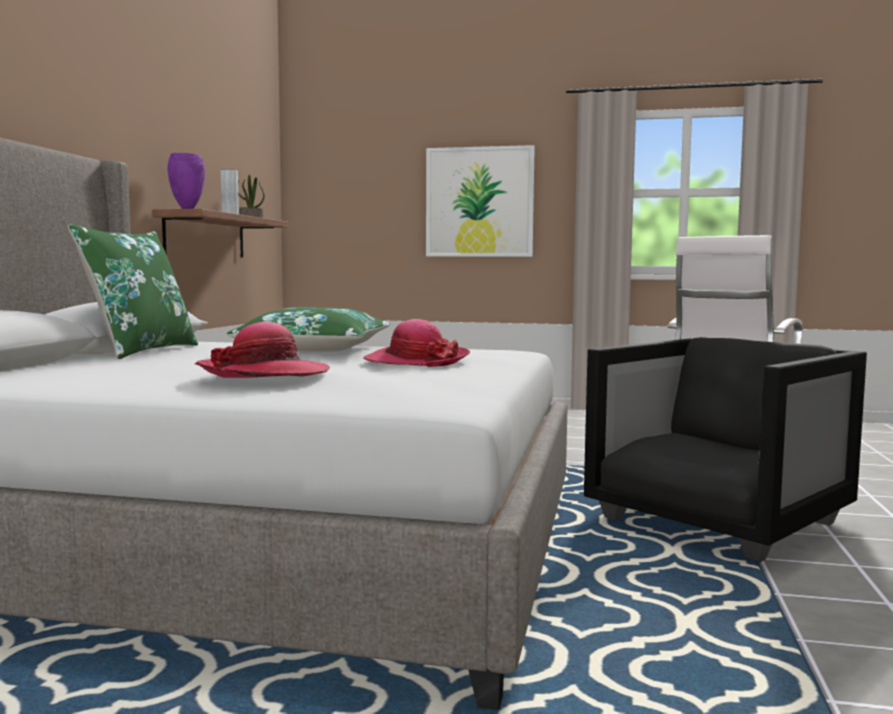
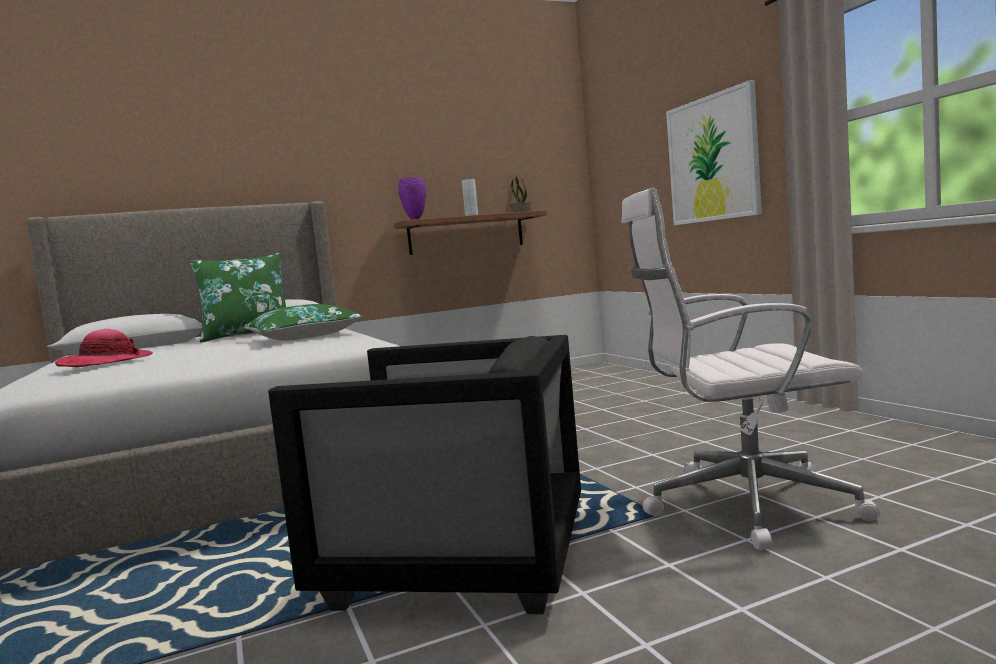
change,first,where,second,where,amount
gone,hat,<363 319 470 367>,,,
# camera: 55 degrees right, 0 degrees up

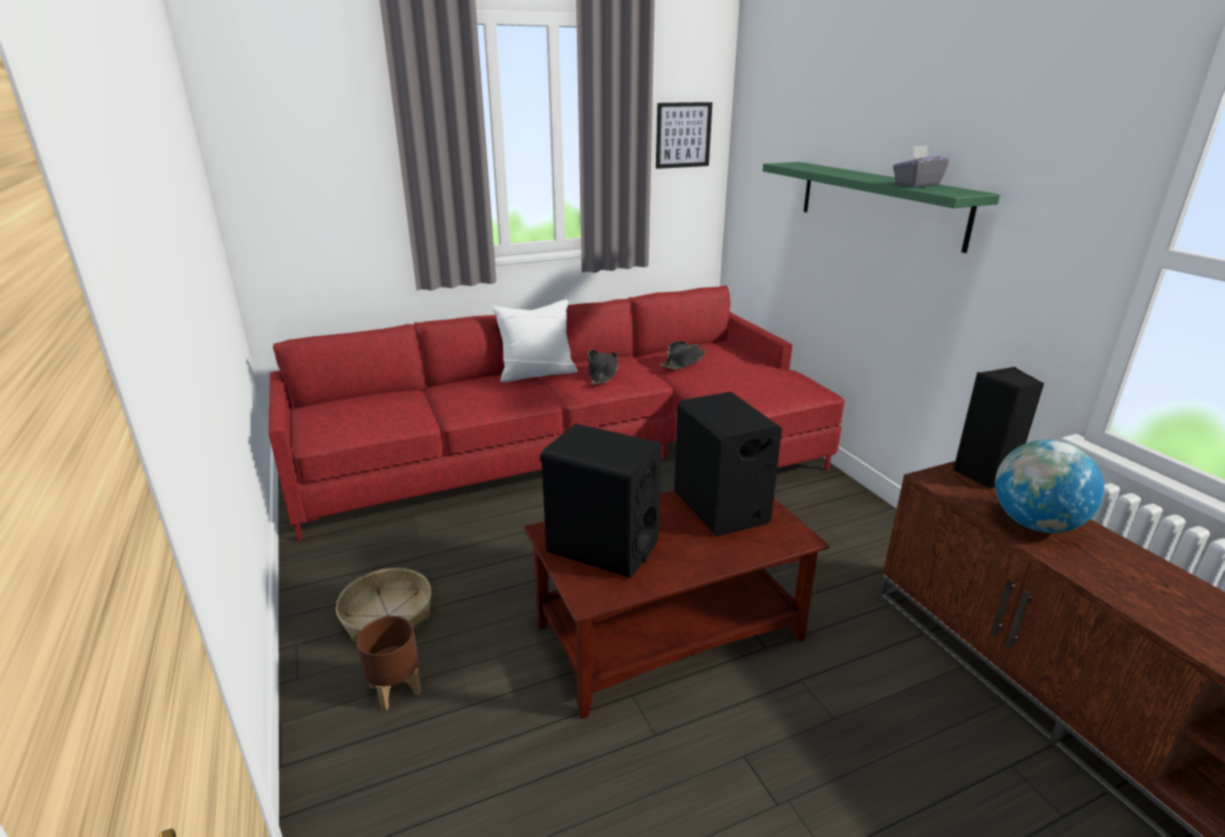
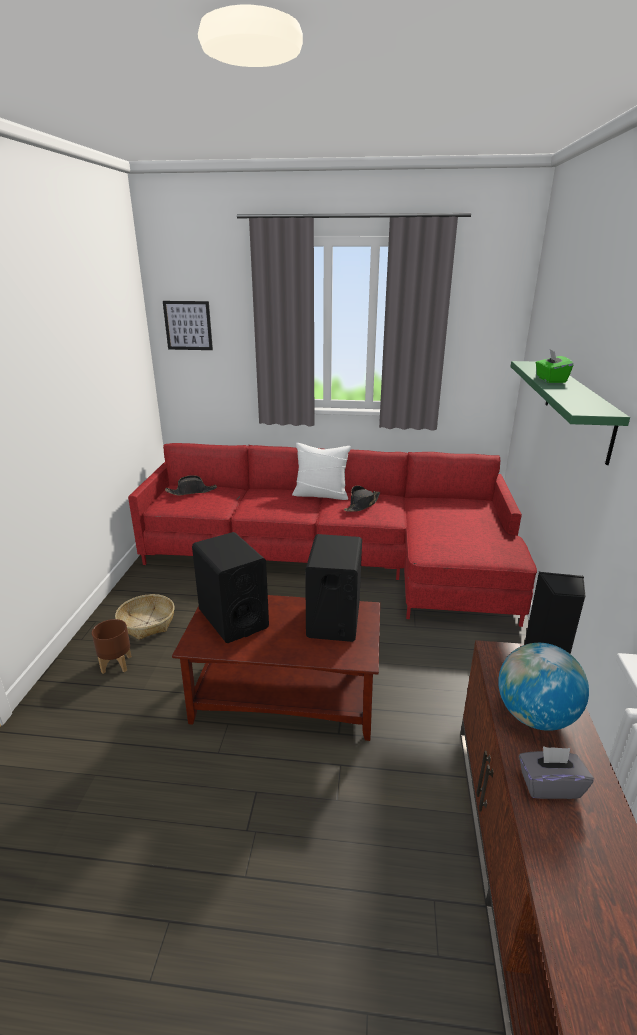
change,first,where,second,where,amount
shifted,picture,<656 102 713 169>,,<163 301 213 350>,
shifted,hat (black),<660 341 706 370>,,<165 475 217 495>,
shifted,tissue box (grey),<893 145 949 187>,,<519 746 594 799>,
new,,,tissue box (green),<536 350 573 383>,
# camera: 30 degrees right, 0 degrees up

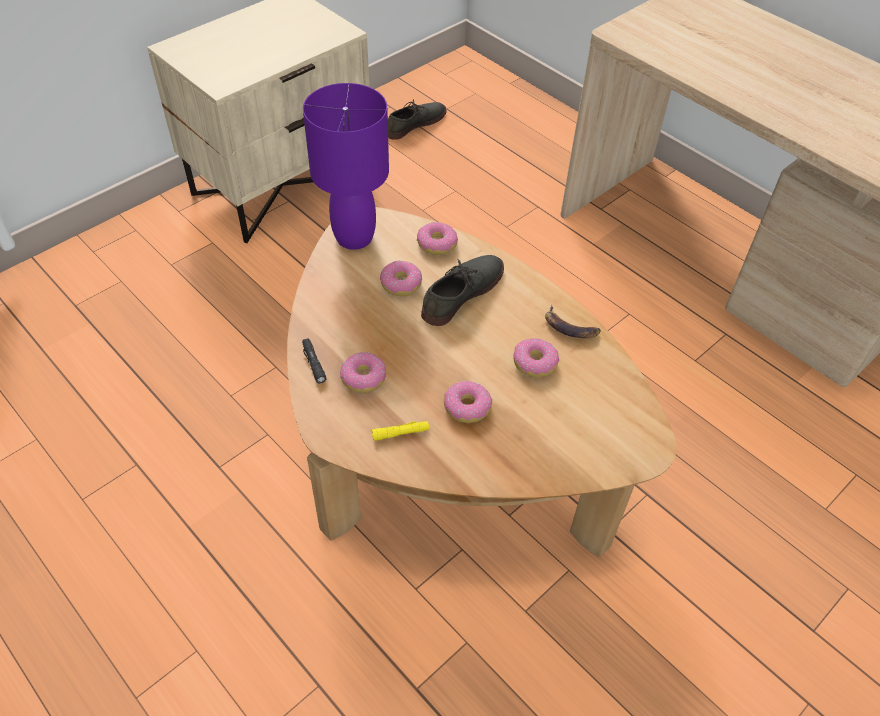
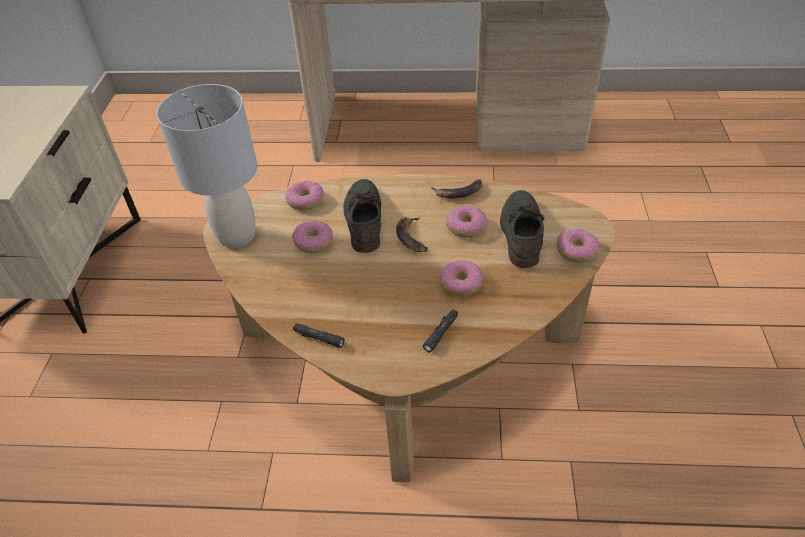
change,first,where,second,where,amount
repainted,table lamp (purple),<303 83 389 250>,table lamp (grey),<157 84 257 248>,
shifted,donut,<340 352 386 393>,,<557 229 600 263>,
repainted,flashlight (yellow),<372 421 429 441>,flashlight (black),<423 310 458 353>,
shifted,shoe (grey),<388 99 446 140>,,<500 190 544 268>,
new,,,banana,<396 217 428 252>,
# camera: 40 degrees left, 5 degrees down

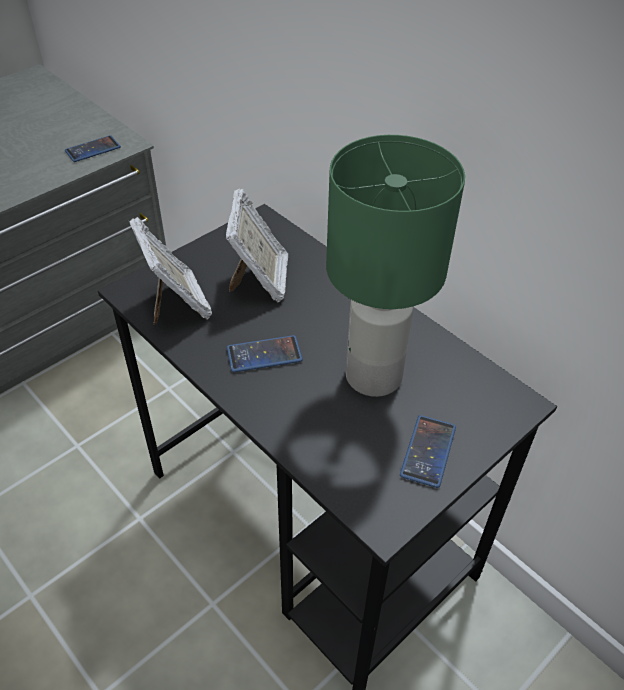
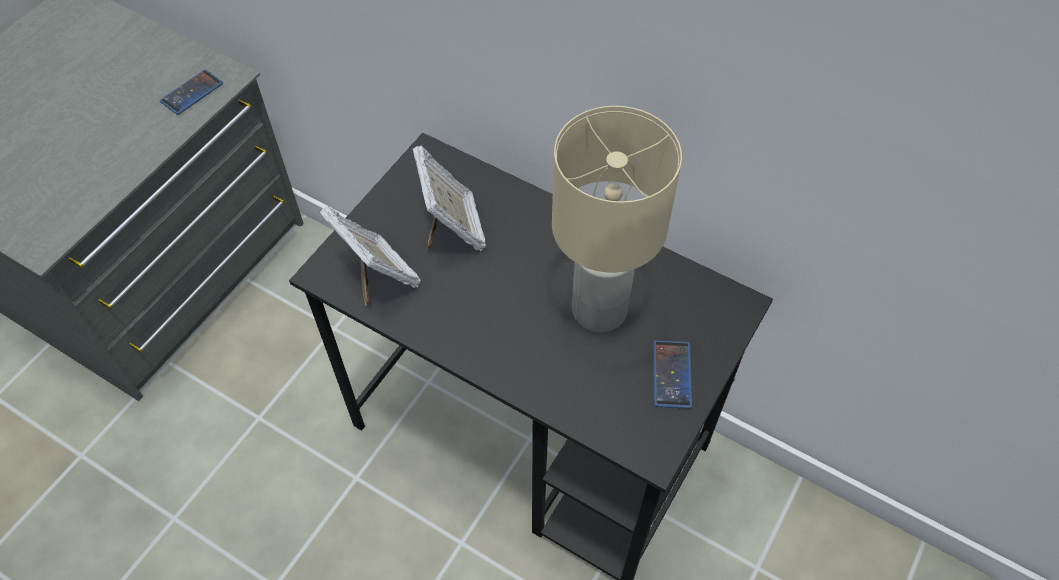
change,first,where,second,where,amount
gone,phone,<227 335 303 372>,,,
repainted,table lamp (green),<326 135 465 397>,table lamp (beige),<552 106 682 332>,
# camera: 15 degrees left, 10 degrees up

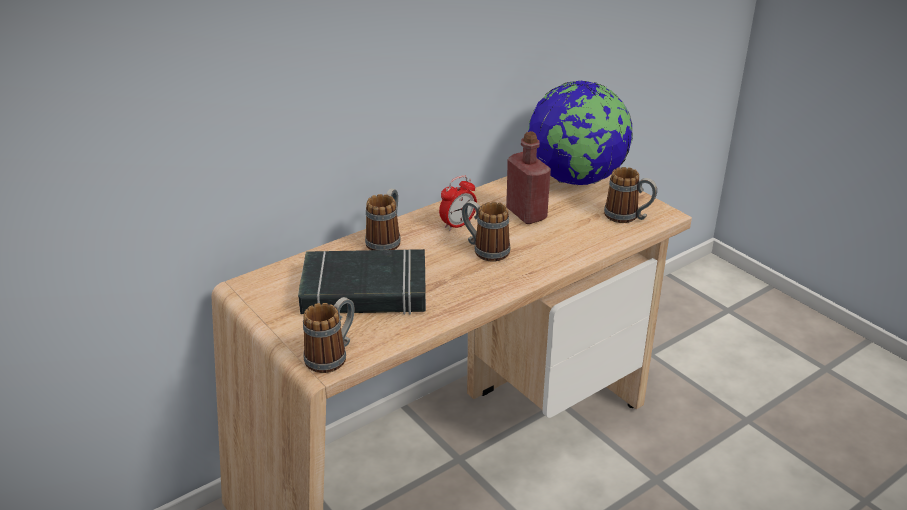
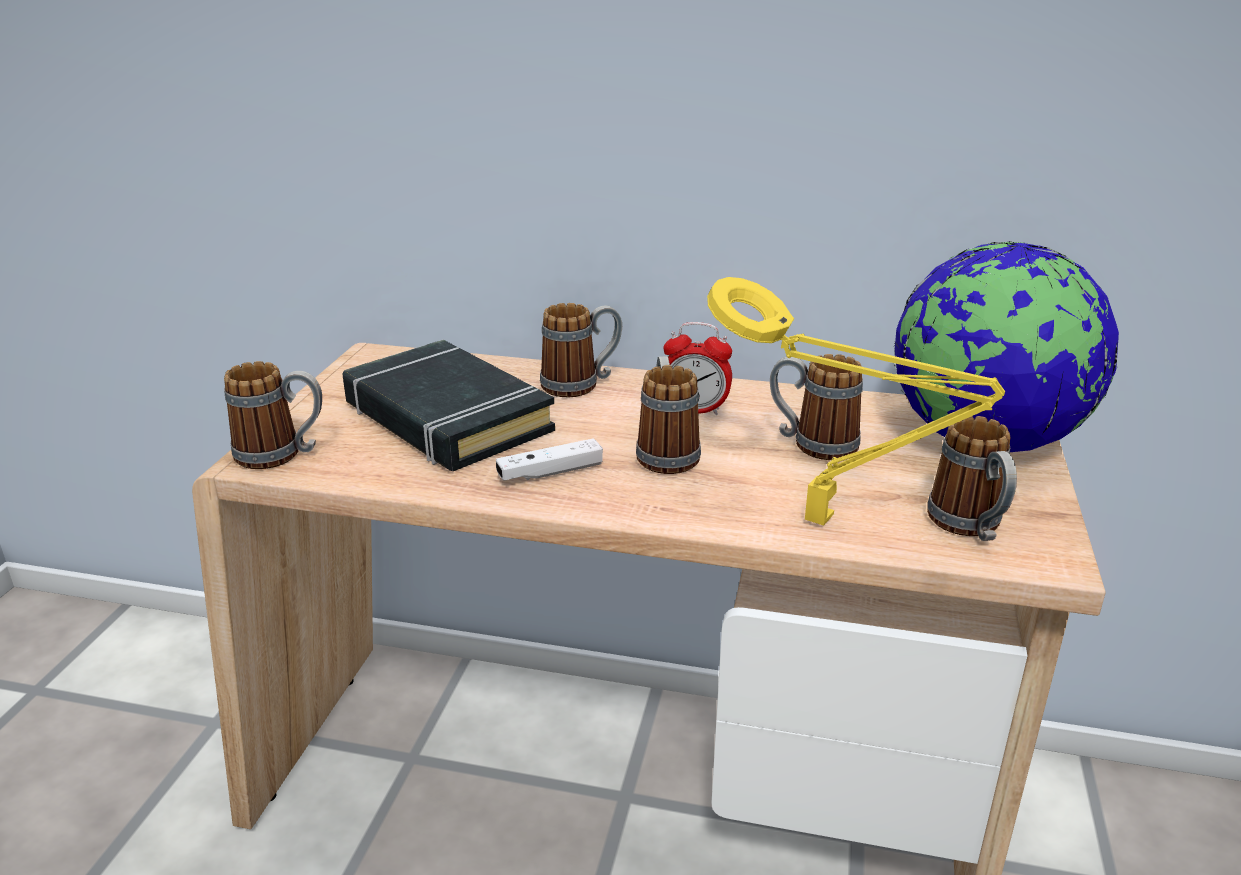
change,first,where,second,where,amount
swapped,bottle (red),<506 131 551 224>,mug,<770 354 863 460>,
new,,,game controller (white),<496 438 603 481>,
new,,,table lamp (yellow),<707 277 1005 526>,
# camera: 50 degrees right, 5 degrees down

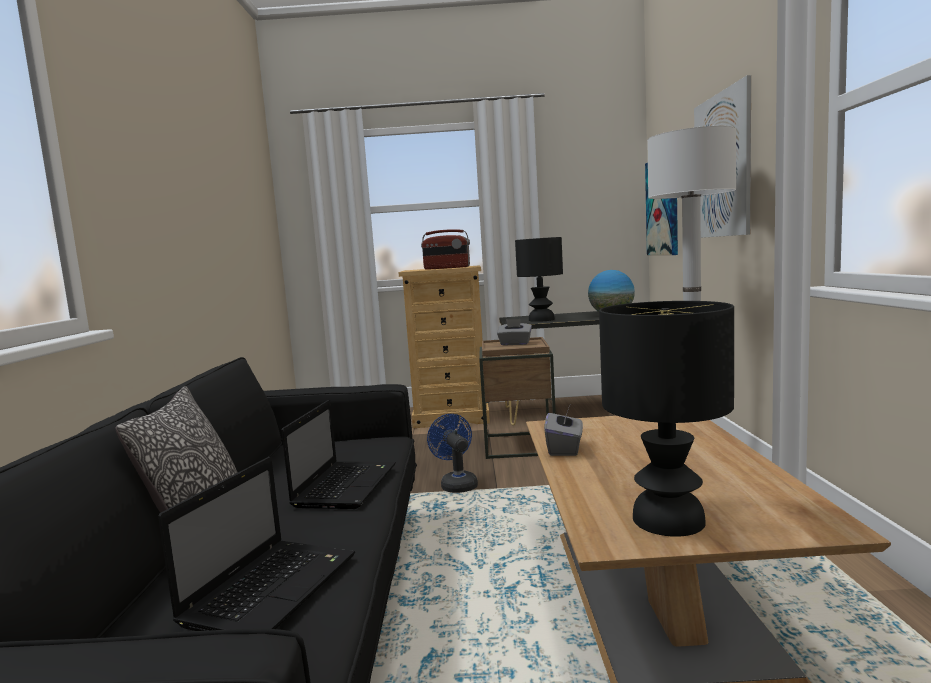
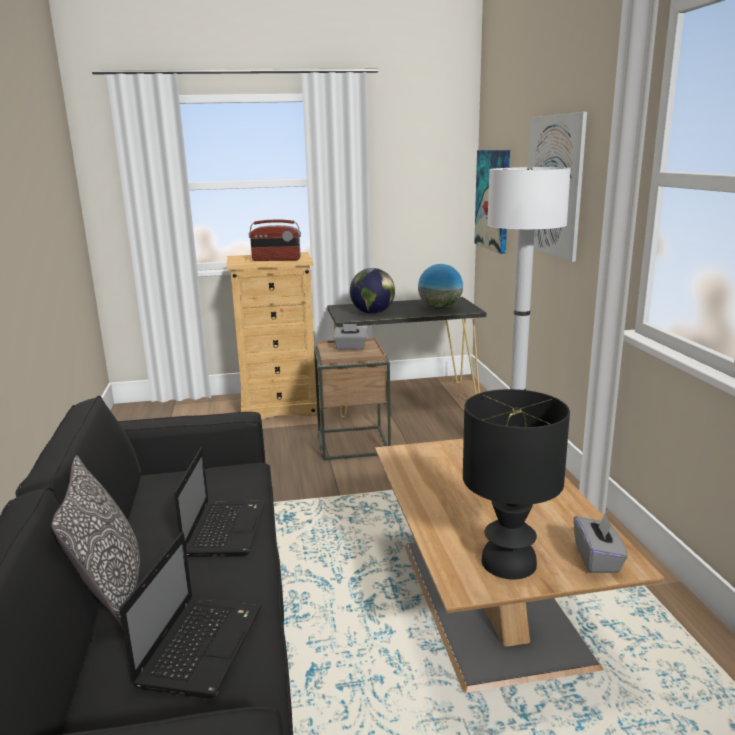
change,first,where,second,where,amount
gone,fan (blue),<427 414 478 493>,,,
swapped,table lamp (black),<515 237 563 322>,globe,<350 268 395 314>,
shifted,tissue box (grey),<544 405 583 456>,,<574 512 628 573>,
# camera: 10 degrees left, 10 degrees up

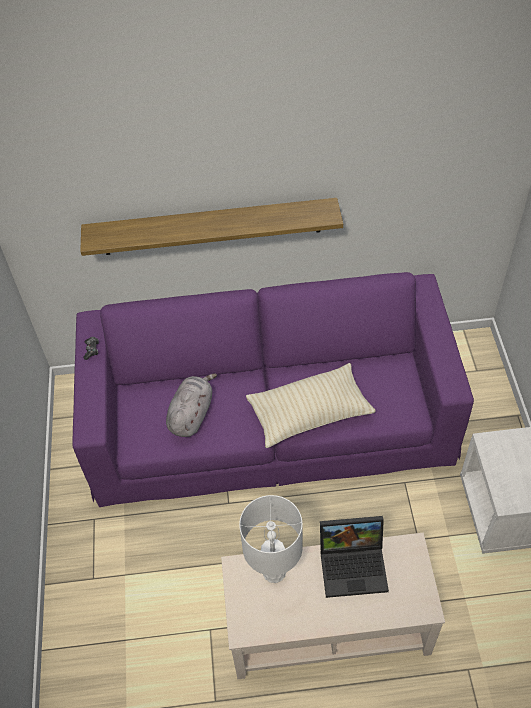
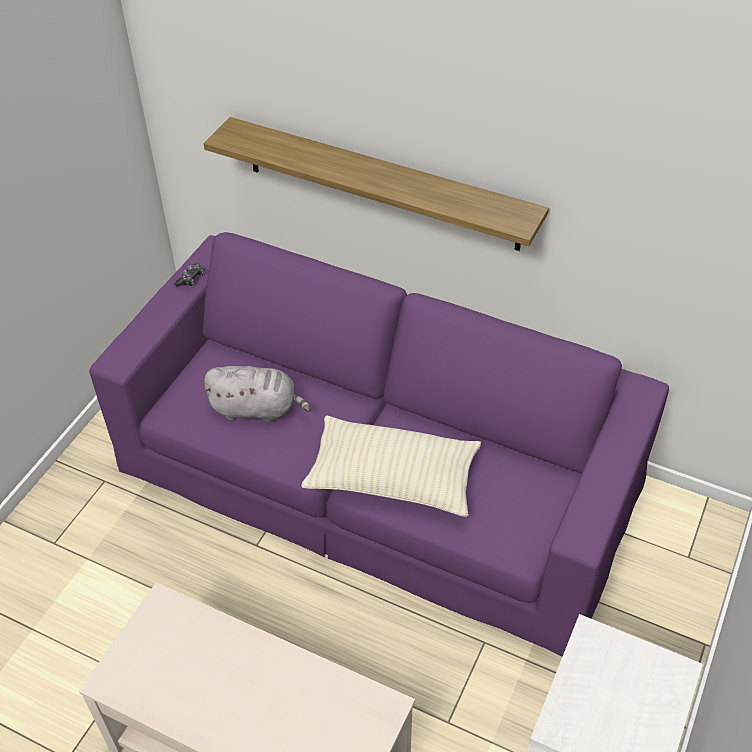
change,first,where,second,where,amount
rotated,plush toy (grey),<166 374 217 437>,,<203 366 311 423>,45 degrees clockwise
gone,table lamp (white),<239 495 303 583>,,,
gone,laptop,<320 516 389 598>,,,
# camera: 30 degrees right, 5 degrees down

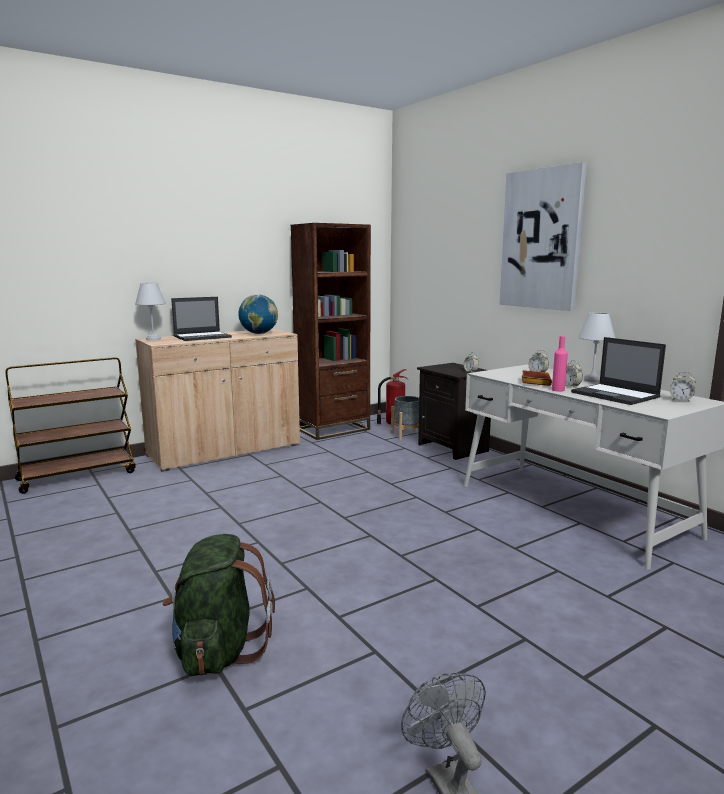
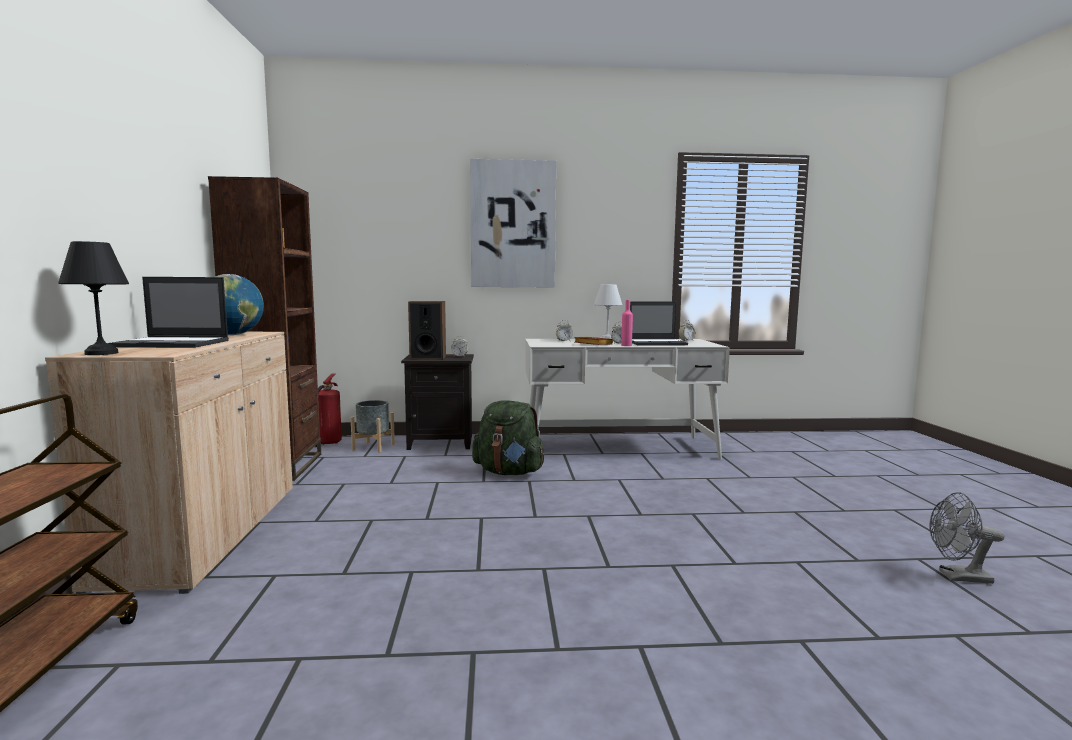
change,first,where,second,where,amount
repainted,table lamp (white),<135 283 166 340>,table lamp (black),<58 241 129 355>,
shifted,backpack (green),<162 534 275 676>,,<472 400 545 475>,
rotated,laptop,<171 297 232 341>,,<108 277 229 348>,90 degrees clockwise
new,,,speaker,<408 301 446 360>,
# camera: 60 degrees left, 5 degrees down

